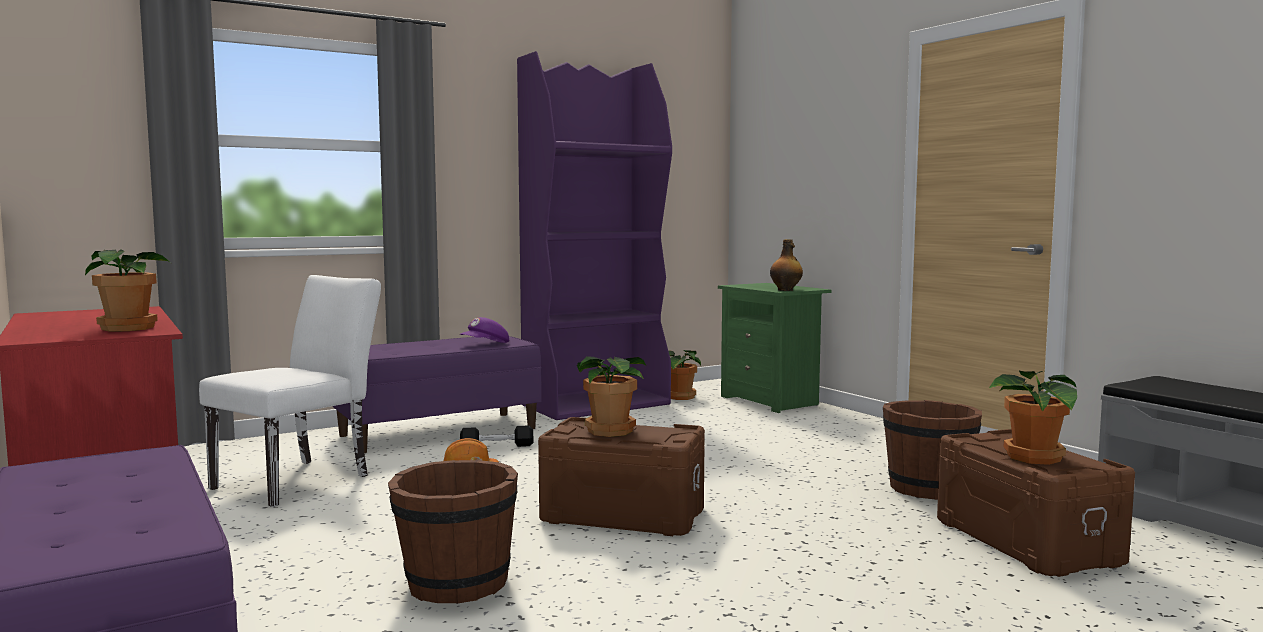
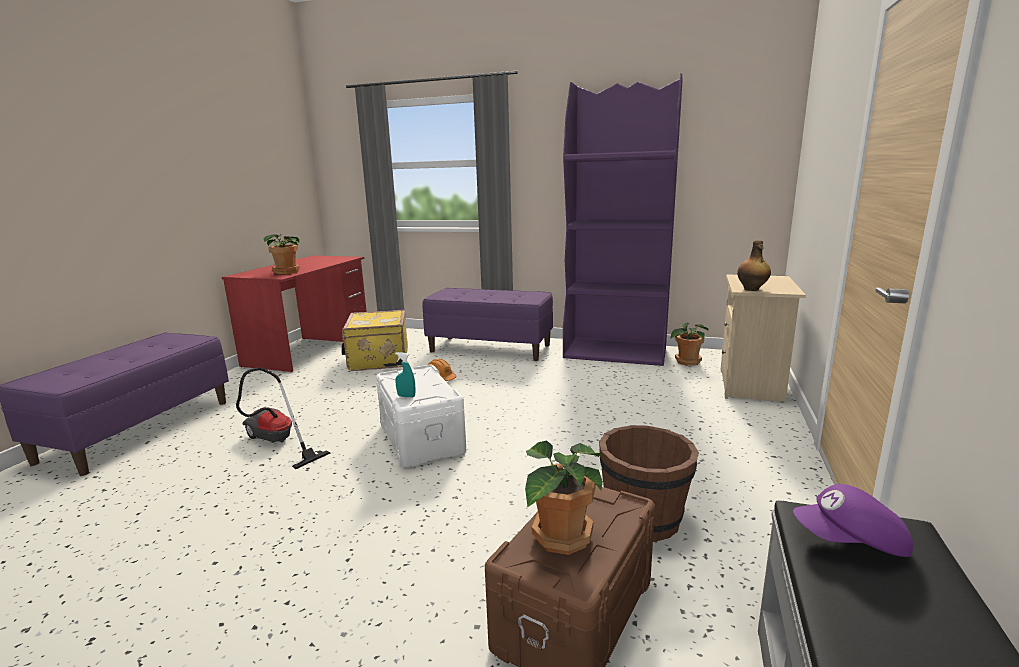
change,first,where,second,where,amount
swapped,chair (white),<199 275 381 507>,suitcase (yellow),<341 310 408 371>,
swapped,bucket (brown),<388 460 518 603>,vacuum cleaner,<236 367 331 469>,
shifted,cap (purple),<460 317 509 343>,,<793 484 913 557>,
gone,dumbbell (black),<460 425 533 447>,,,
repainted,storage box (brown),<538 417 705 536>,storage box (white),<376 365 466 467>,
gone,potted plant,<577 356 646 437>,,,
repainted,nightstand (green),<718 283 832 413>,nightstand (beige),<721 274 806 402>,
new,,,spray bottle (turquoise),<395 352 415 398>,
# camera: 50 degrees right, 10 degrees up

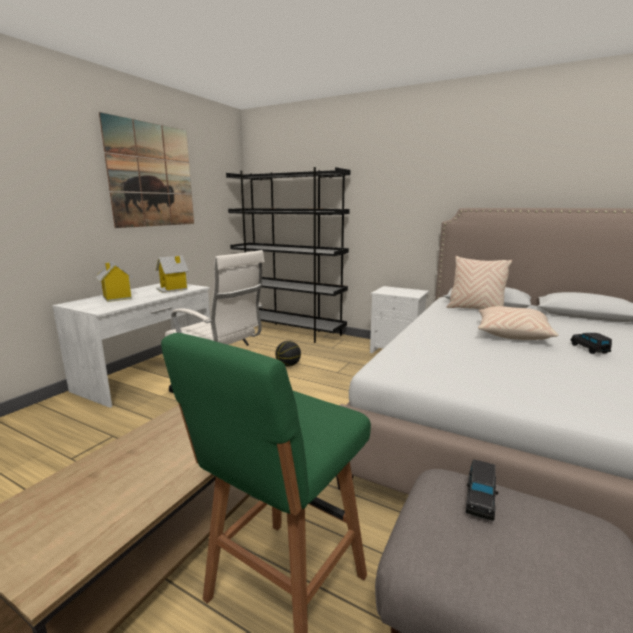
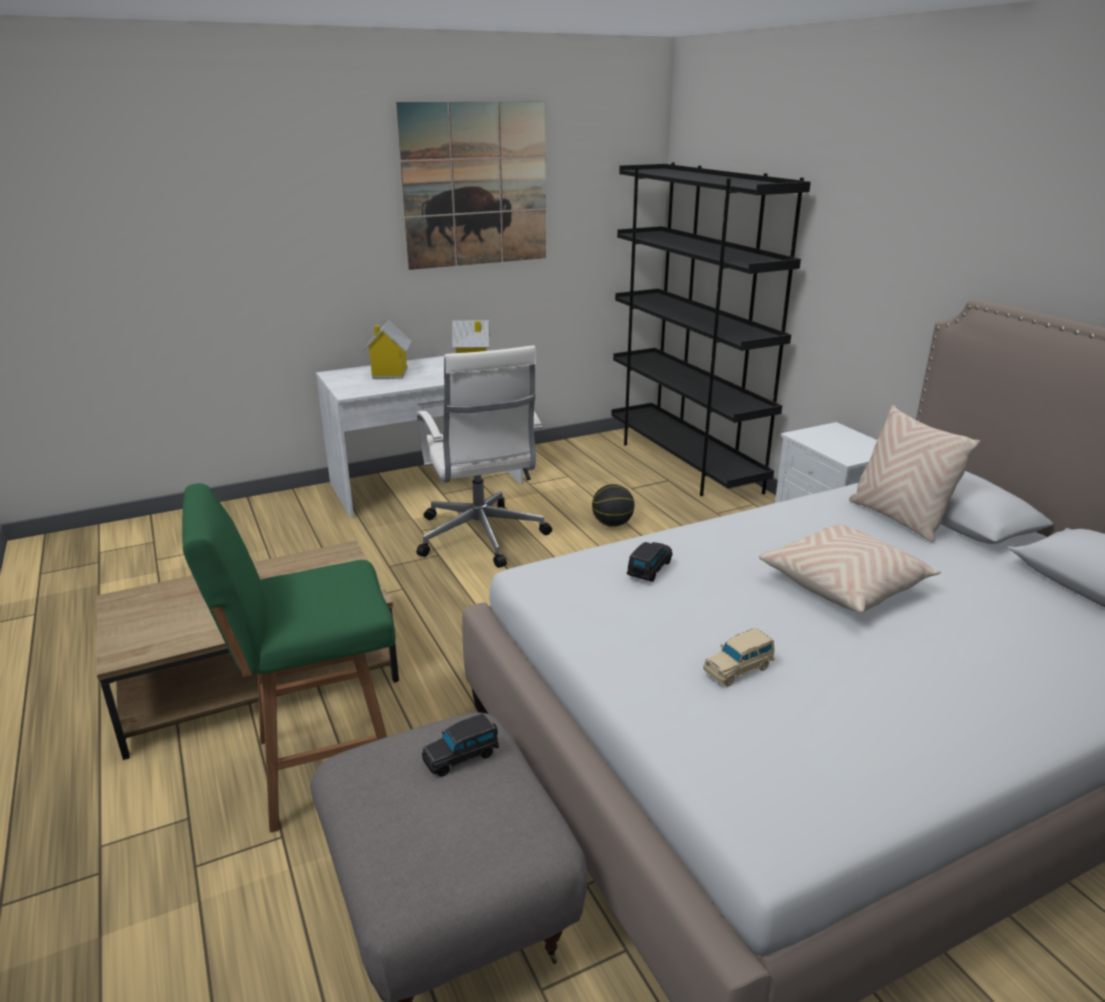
change,first,where,second,where,amount
shifted,toy car (black),<571 333 612 354>,,<627 542 672 582>,
new,,,toy car (beige),<703 628 774 686>,
# camera: 35 degrees right, 10 degrees up

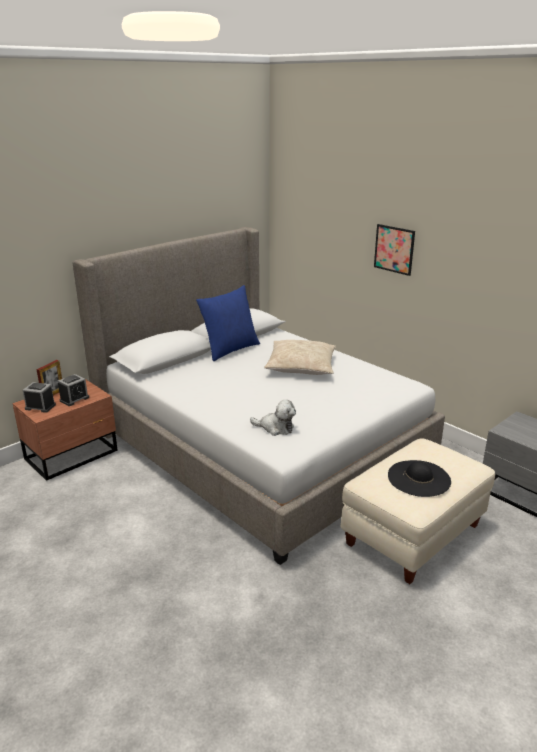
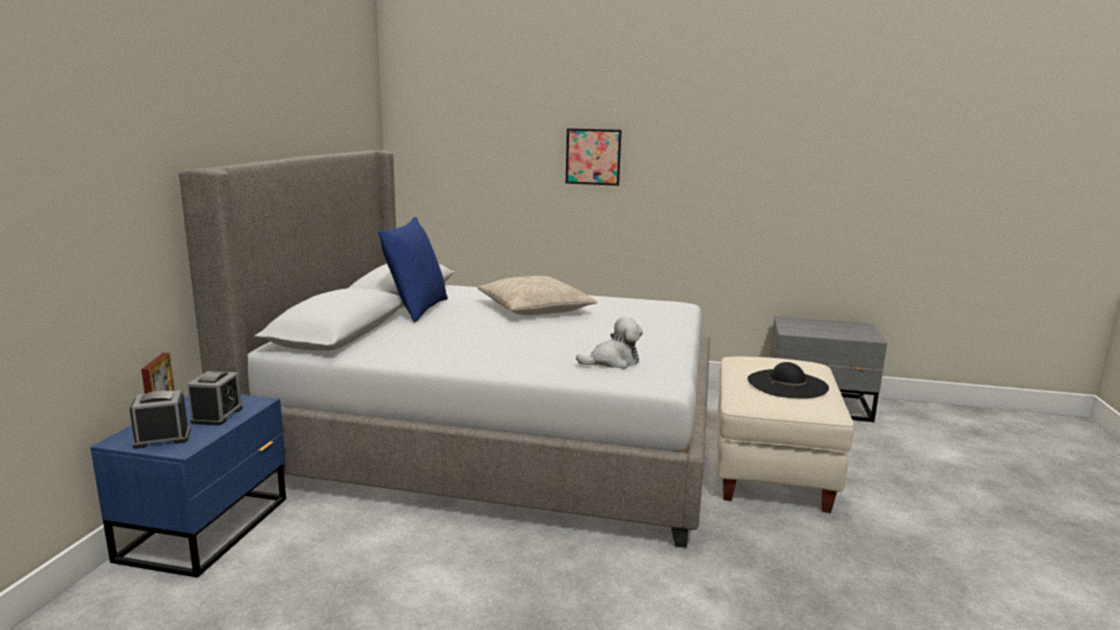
change,first,where,second,where,amount
repainted,nightstand (brown),<12 380 118 481>,nightstand (blue),<90 394 286 578>,
# camera: 35 degrees left, 10 degrees down

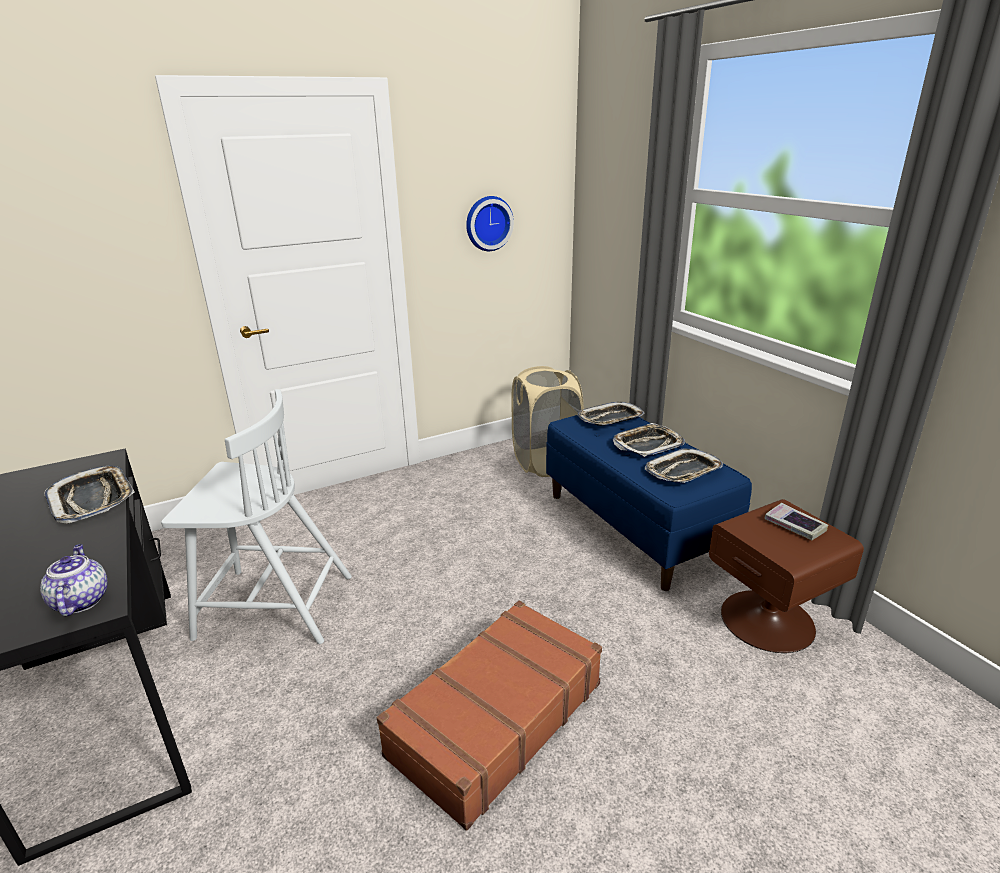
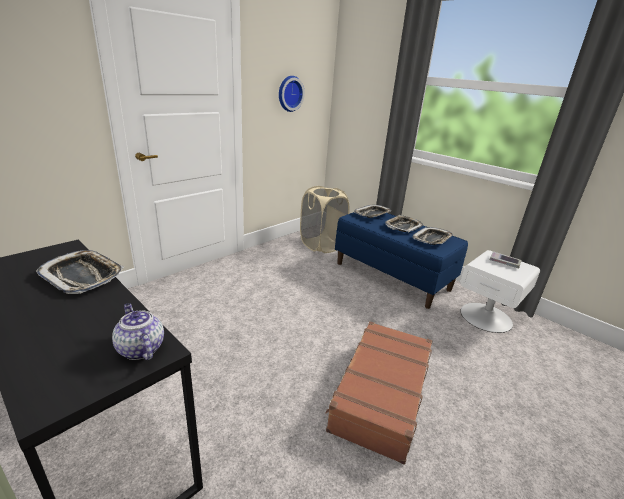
change,first,where,second,where,amount
gone,chair (white),<161 389 352 644>,,,
repainted,nightstand (brown),<709 499 864 653>,nightstand (white),<460 250 540 333>,
# camera: 20 degrees left, 0 degrees up

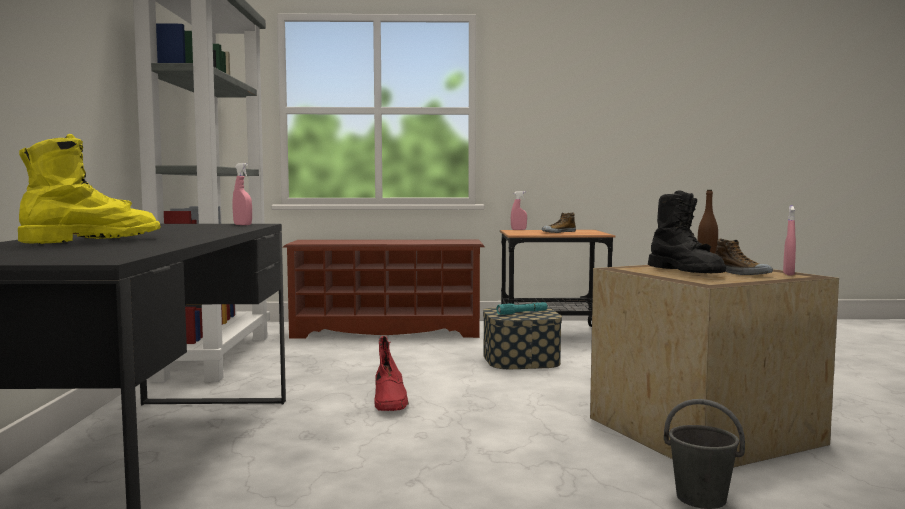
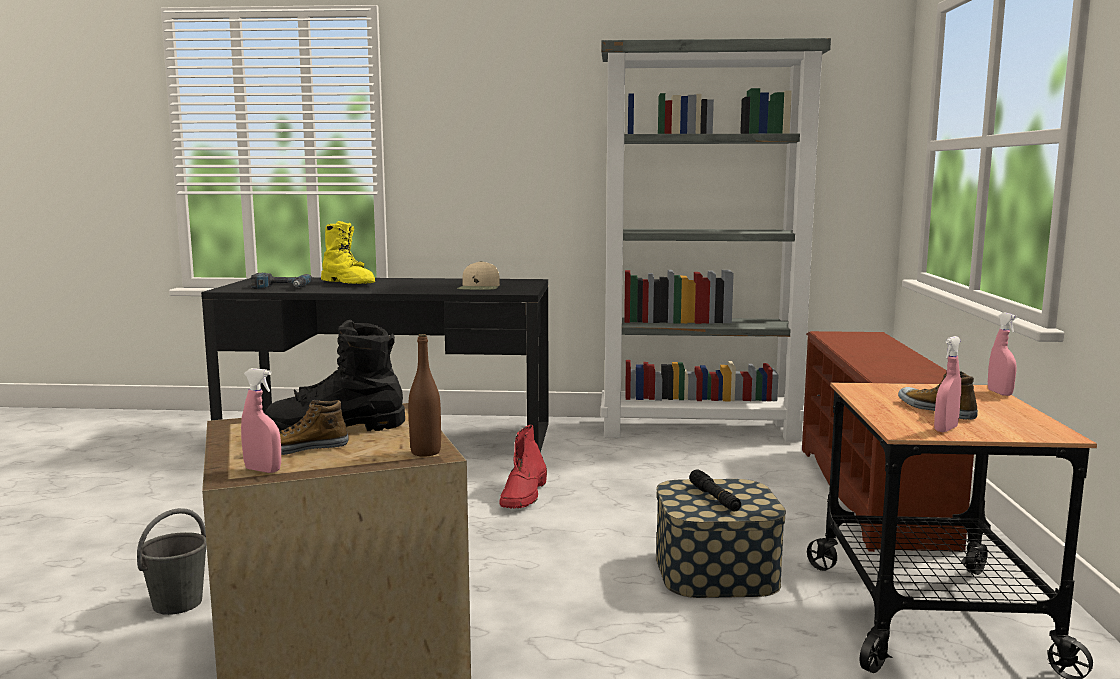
change,first,where,second,where,amount
shifted,spray bottle (pink),<233 163 252 225>,,<934 336 961 432>,
rotated,boot (red),<374 336 409 411>,,<499 425 547 509>,75 degrees counterclockwise
repainted,flashlight (turquoise),<496 302 547 315>,flashlight (black),<689 469 741 511>,
new,,,power drill,<251 273 312 289>,
new,,,cap (beige),<457 261 500 290>,
# camera: 95 degrees right, 5 degrees up

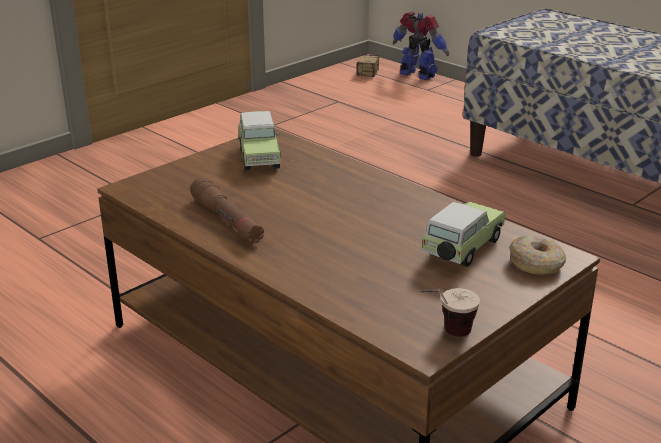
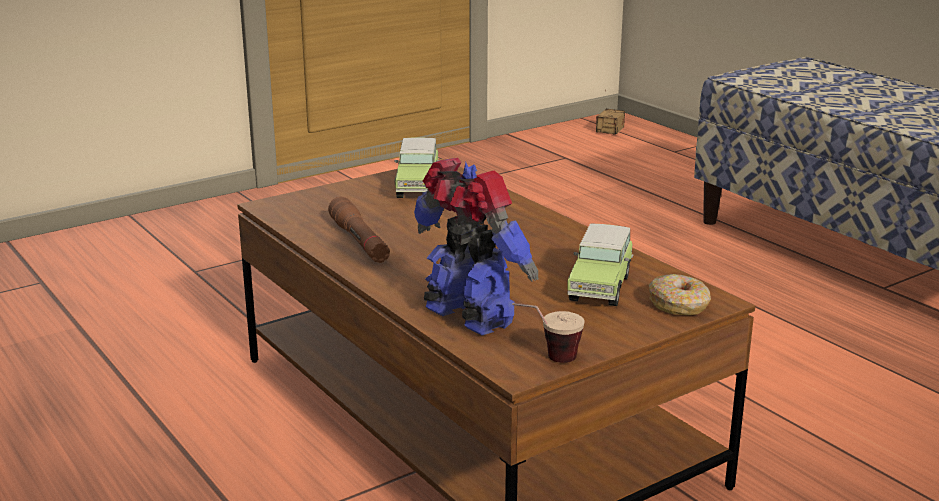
change,first,where,second,where,amount
shifted,toy robot,<393 11 449 80>,,<414 158 538 335>,
rotated,toy car,<421 202 506 267>,,<567 223 633 306>,150 degrees clockwise
# camera: 10 degrees right, 5 degrees down

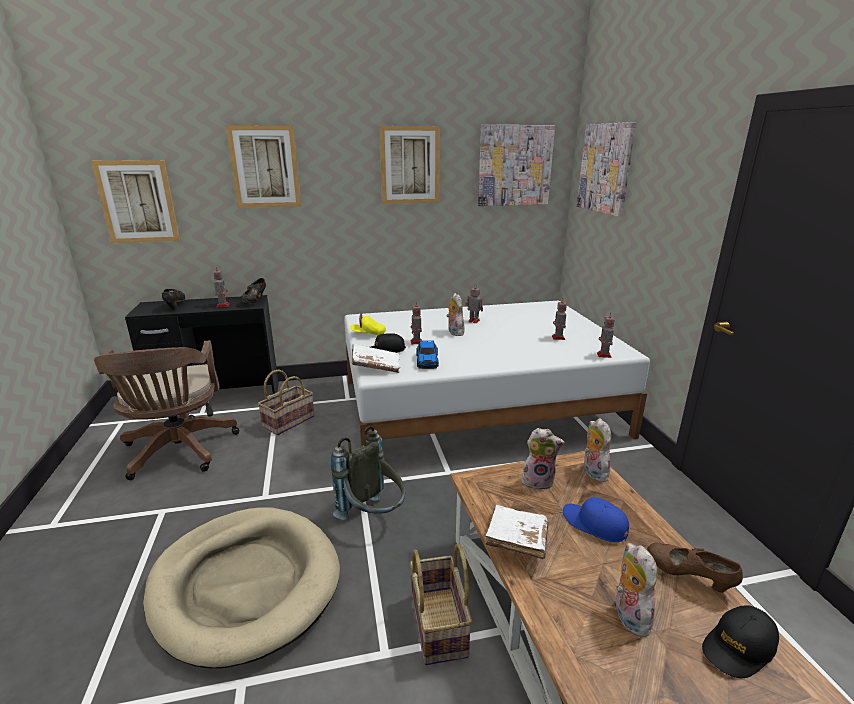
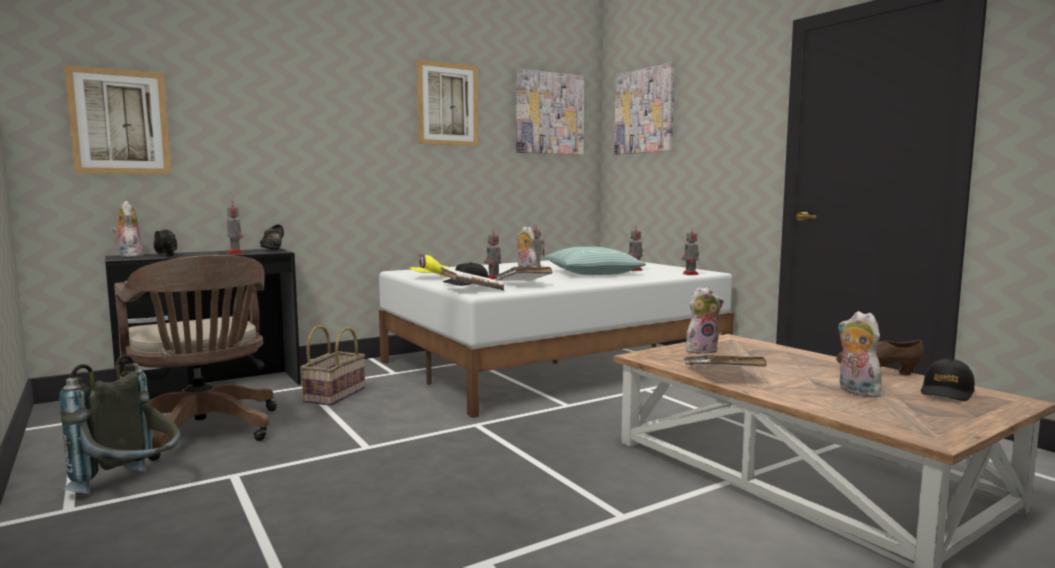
change,first,where,second,where,amount
gone,dog bed (beige),<143 507 340 668>,,,
gone,picture,<226 125 301 208>,,,
shifted,backpack (grey),<331 426 405 520>,,<59 355 180 493>,
gone,basket,<410 543 472 665>,,,
swapped,toy car,<416 340 439 369>,book (white),<495 267 553 281>,
gone,cap (blue),<563 497 629 542>,,,
shifted,plush toy,<583 418 611 482>,,<112 201 144 257>,
new,,,pillow,<545 247 646 275>,
# camera: 20 degrees left, 15 degrees down

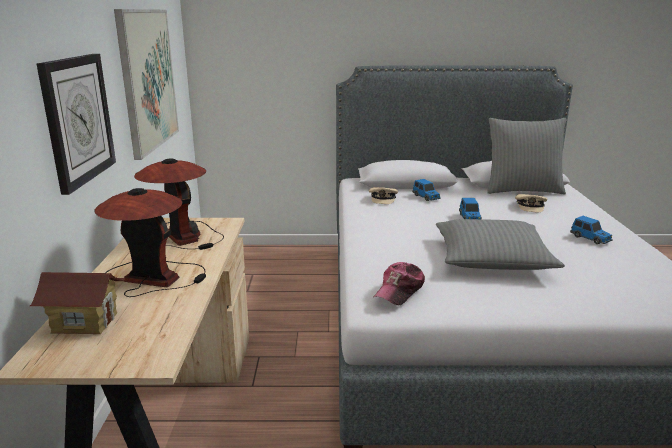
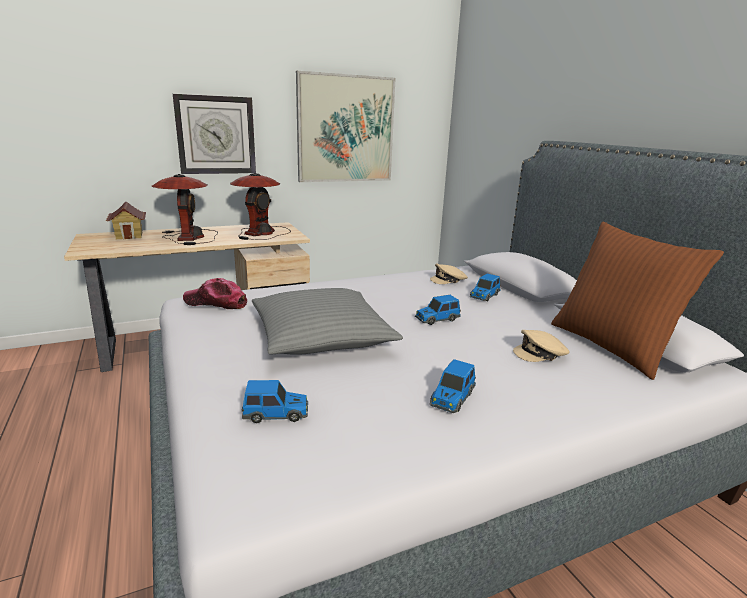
change,first,where,second,where,amount
repainted,pillow (grey),<487 118 566 194>,pillow (brown),<551 221 724 380>,
new,,,toy car,<242 380 308 423>,
# camera: 65 degrees right, 0 degrees up

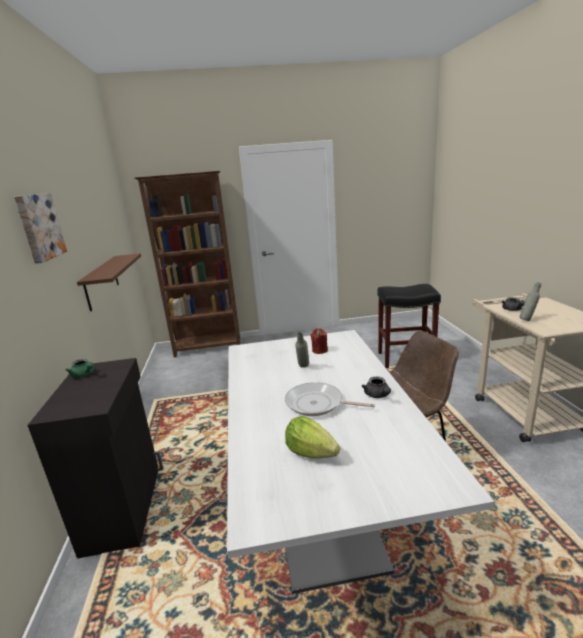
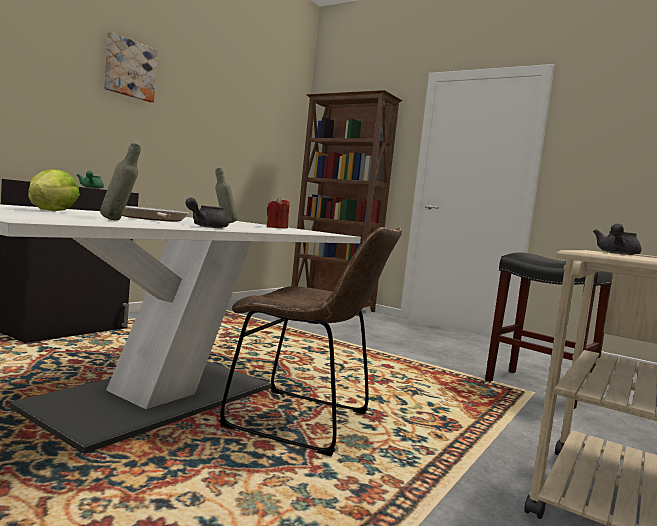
change,first,where,second,where,amount
gone,shelf (brown),<77 254 141 311>,,,
shifted,bottle (grey),<520 282 541 321>,,<100 143 141 220>,
# camera: 40 degrees right, 15 degrees down

